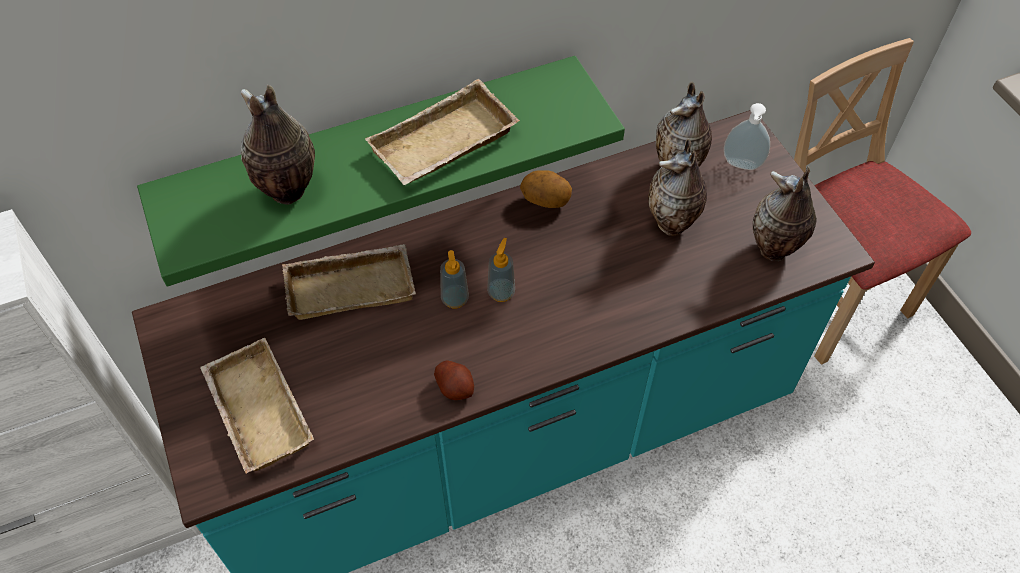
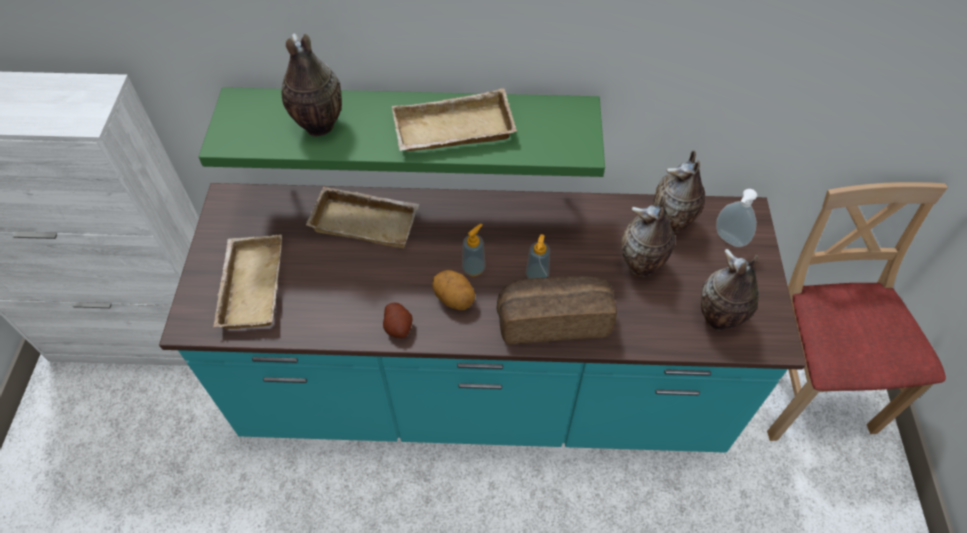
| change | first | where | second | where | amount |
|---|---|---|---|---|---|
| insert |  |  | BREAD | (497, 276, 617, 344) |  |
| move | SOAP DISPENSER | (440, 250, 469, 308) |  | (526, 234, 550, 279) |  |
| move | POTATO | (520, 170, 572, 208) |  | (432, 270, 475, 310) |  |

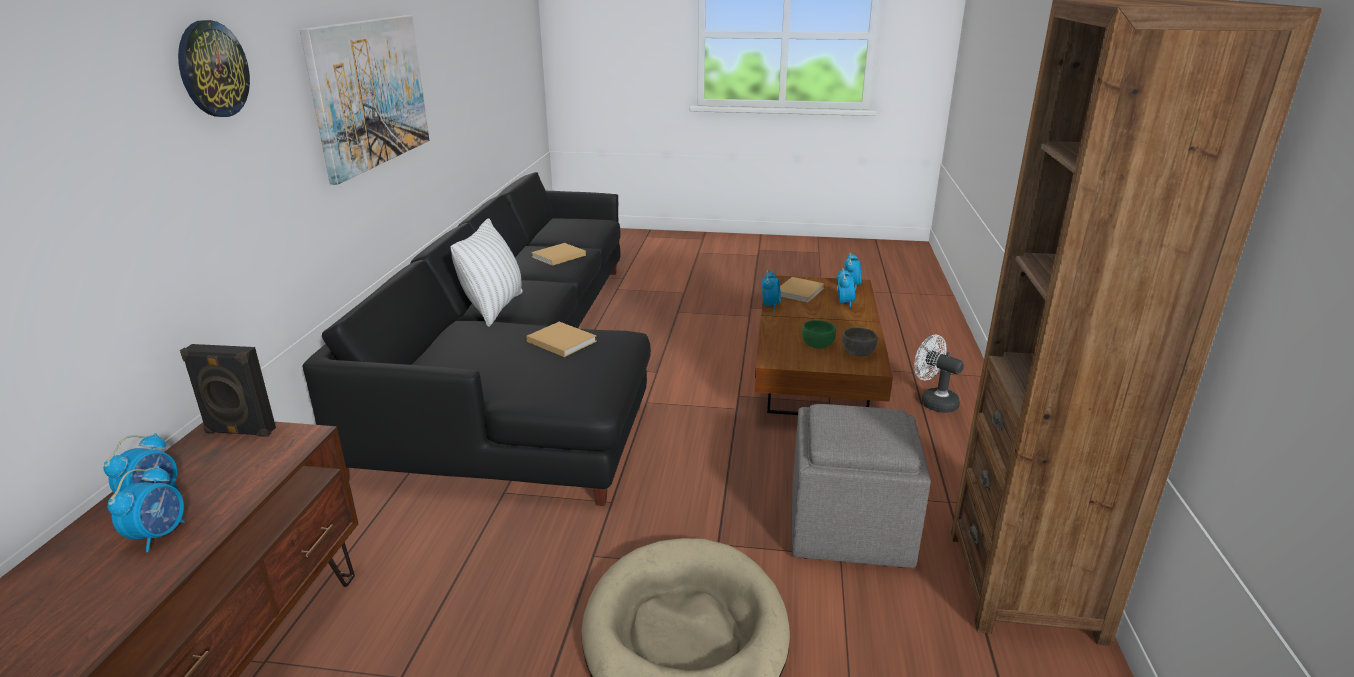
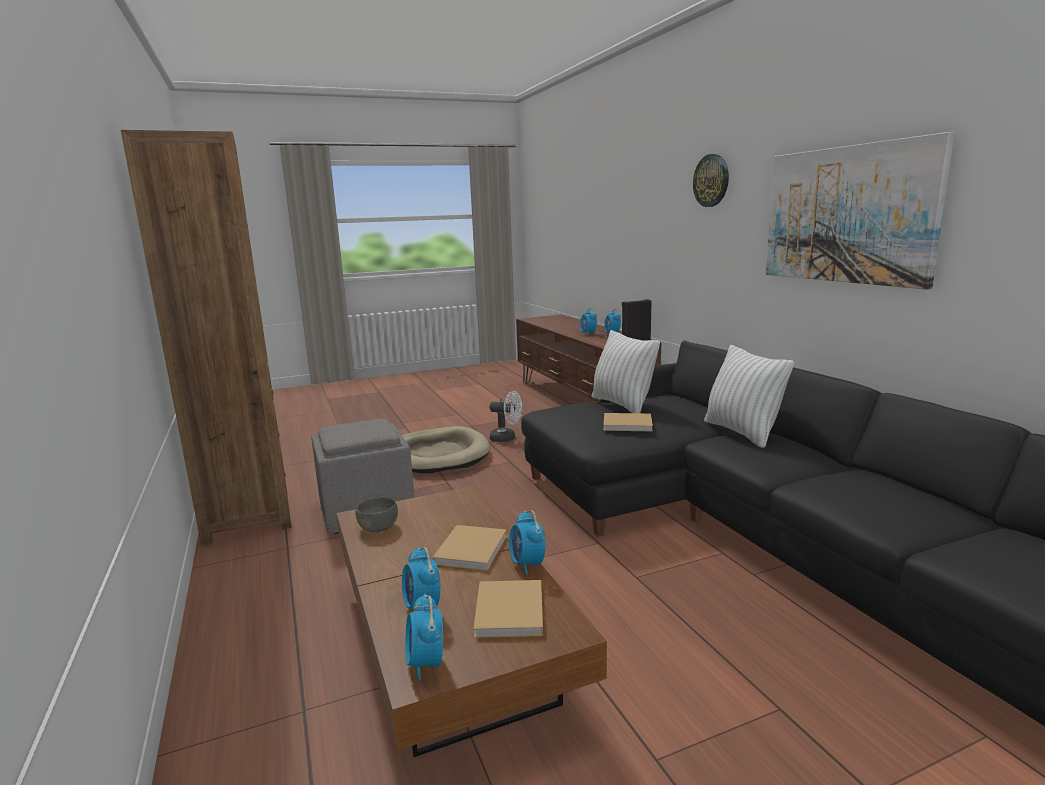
| change | first | where | second | where | amount |
|---|---|---|---|---|---|
| delete | GREEN BOWL | (802, 320, 836, 349) |  |  |  |
| insert |  |  | WHITE PILLOW | (592, 330, 660, 413) |  |
| move | BEIGE BOOK | (531, 243, 586, 266) |  | (433, 525, 507, 571) |  |
| move | WHITE FAN | (914, 335, 964, 413) |  | (489, 391, 522, 442) |  |

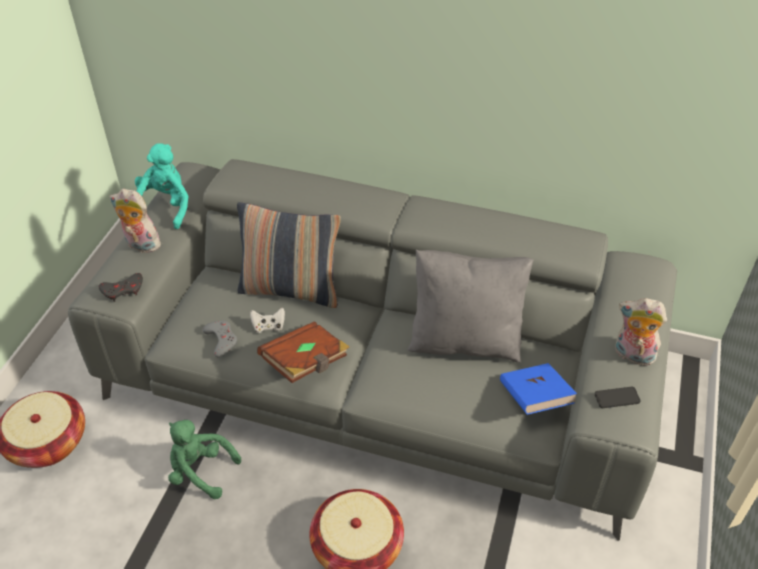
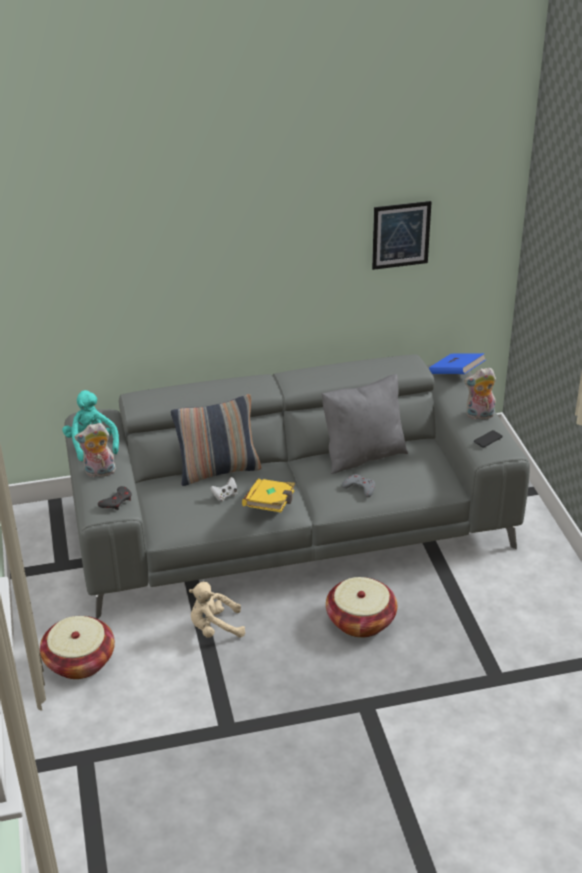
| change | first | where | second | where | amount |
|---|---|---|---|---|---|
| insert |  |  | PICTURE | (372, 201, 432, 270) |  |
| move | GREY GAME CONTROLLER | (202, 320, 237, 357) |  | (342, 474, 375, 497) |  |
| move | BLUE BOOK | (500, 363, 577, 415) |  | (429, 353, 486, 374) |  |
| recolor | GREEN PLUSH TOY | (168, 420, 241, 499) | BEIGE PLUSH TOY | (189, 582, 245, 638) |  |
| recolor | BROWN BOOK | (257, 321, 349, 383) | YELLOW BOOK | (242, 479, 296, 512) |  |

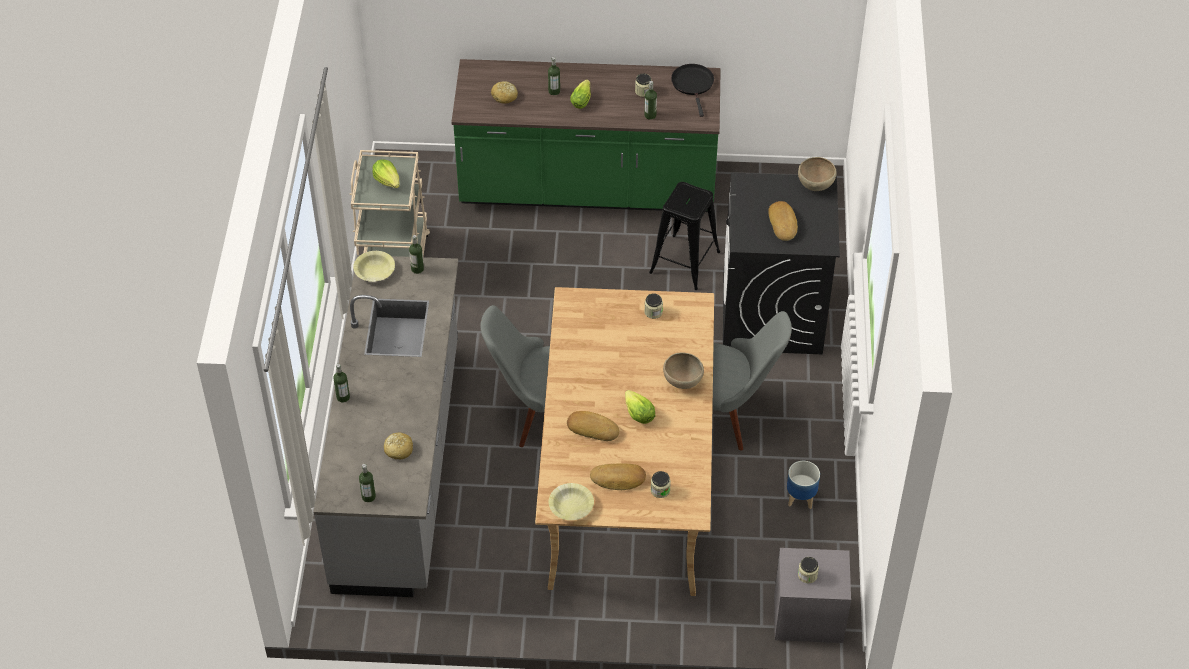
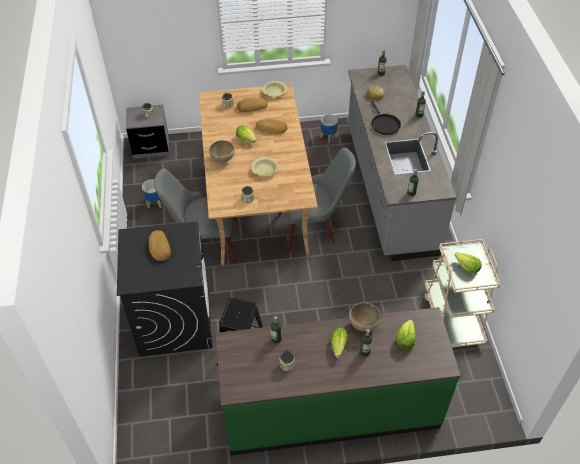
| change | first | where | second | where | amount |
|---|---|---|---|---|---|
| insert |  |  | PLANTER | (320, 114, 338, 143) |  |
| move | YELLOW BOWL | (353, 251, 395, 282) |  | (251, 157, 278, 176) |  |
| move | BLACK FRYING PAN | (671, 64, 714, 117) |  | (371, 101, 401, 135) |  |
| move | BROWN BOWL | (798, 157, 836, 191) |  | (349, 302, 381, 332) |  |
| replace | BREAD | (491, 81, 518, 104) | LETTUCE | (395, 320, 416, 349) |  |

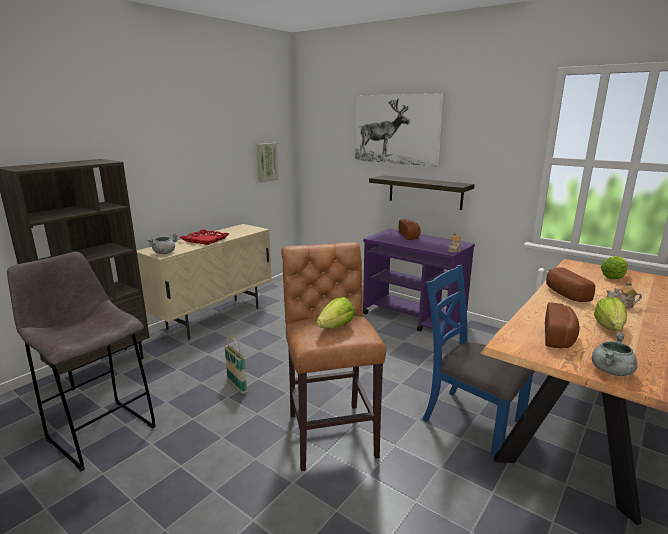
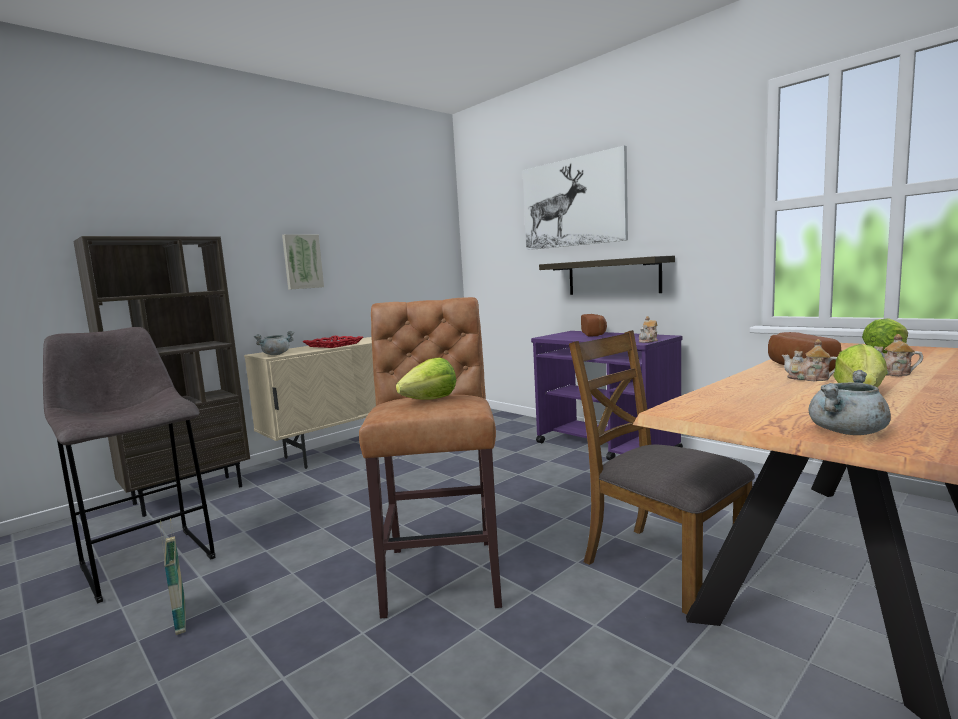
| change | first | where | second | where | amount |
|---|---|---|---|---|---|
| delete | BREAD | (545, 302, 580, 348) |  |  |  |
| insert |  |  | TEAPOT | (782, 339, 837, 381) |  |
| move | BASKET | (224, 335, 247, 394) |  | (160, 518, 186, 635) |  |
| move | PICTURE | (257, 143, 279, 183) |  | (282, 234, 324, 290) |  |
| recolor | BLUE CHAIR | (422, 265, 535, 456) | BROWN CHAIR | (569, 330, 755, 614) |  |

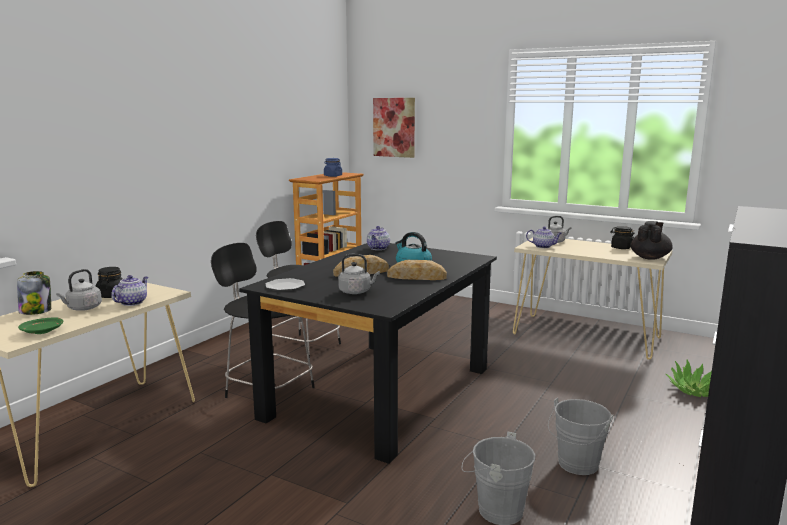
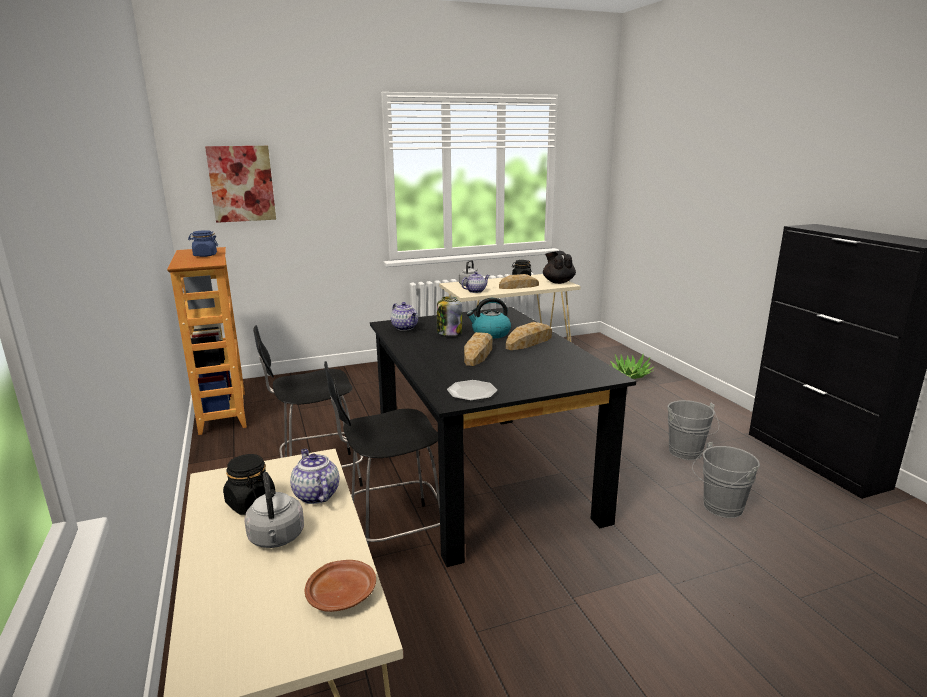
| change | first | where | second | where | amount |
|---|---|---|---|---|---|
| delete | GREY KETTLE | (338, 254, 380, 294) |  |  |  |
| insert |  |  | BREAD | (499, 274, 539, 289) |  |
| move | JAR | (17, 271, 51, 315) |  | (437, 296, 462, 336) |  |
| recolor | GREEN PLATE | (18, 317, 63, 334) | BROWN PLATE | (304, 560, 376, 612) |  |

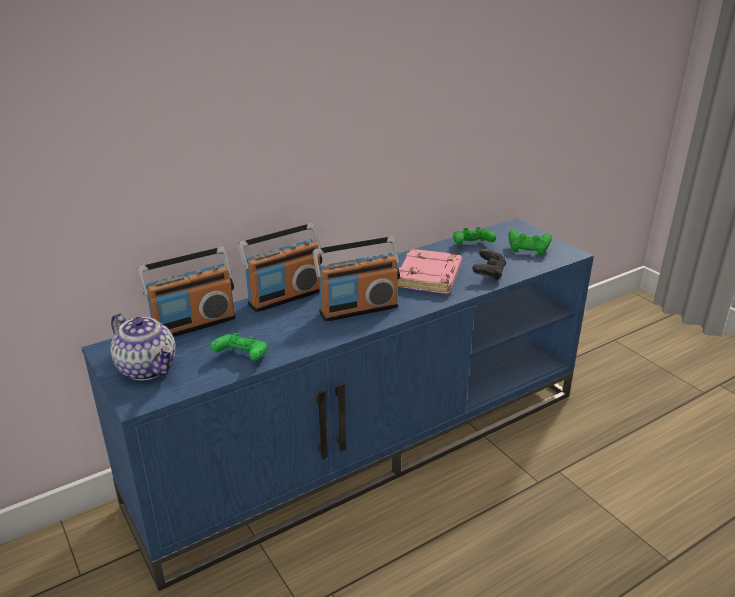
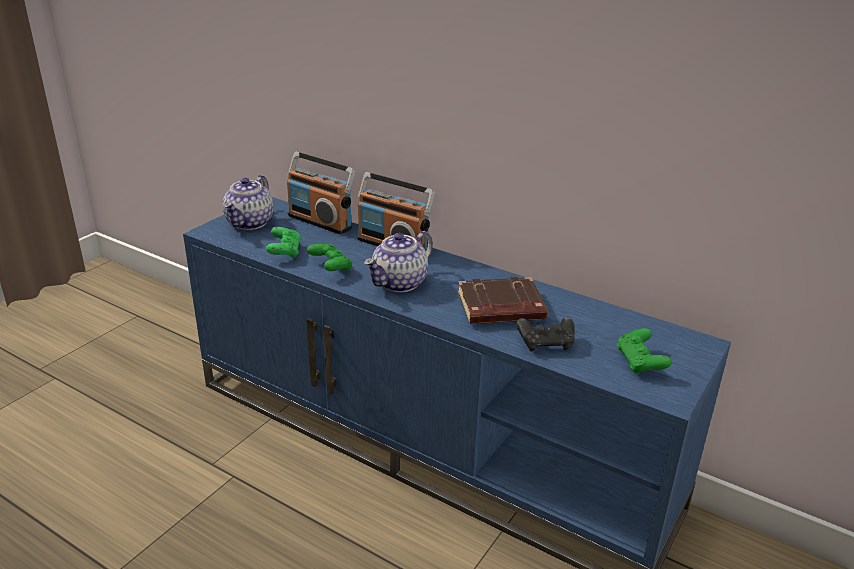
| change | first | where | second | where | amount |
|---|---|---|---|---|---|
| move | GREEN GAME CONTROLLER | (453, 227, 496, 245) |  | (307, 244, 352, 272) |  |
| replace | RADIO | (313, 236, 400, 322) | TEAPOT | (364, 231, 433, 292) |  |
| recolor | PINK BOOK | (397, 248, 462, 294) | BROWN BOOK | (458, 277, 547, 324) |  |

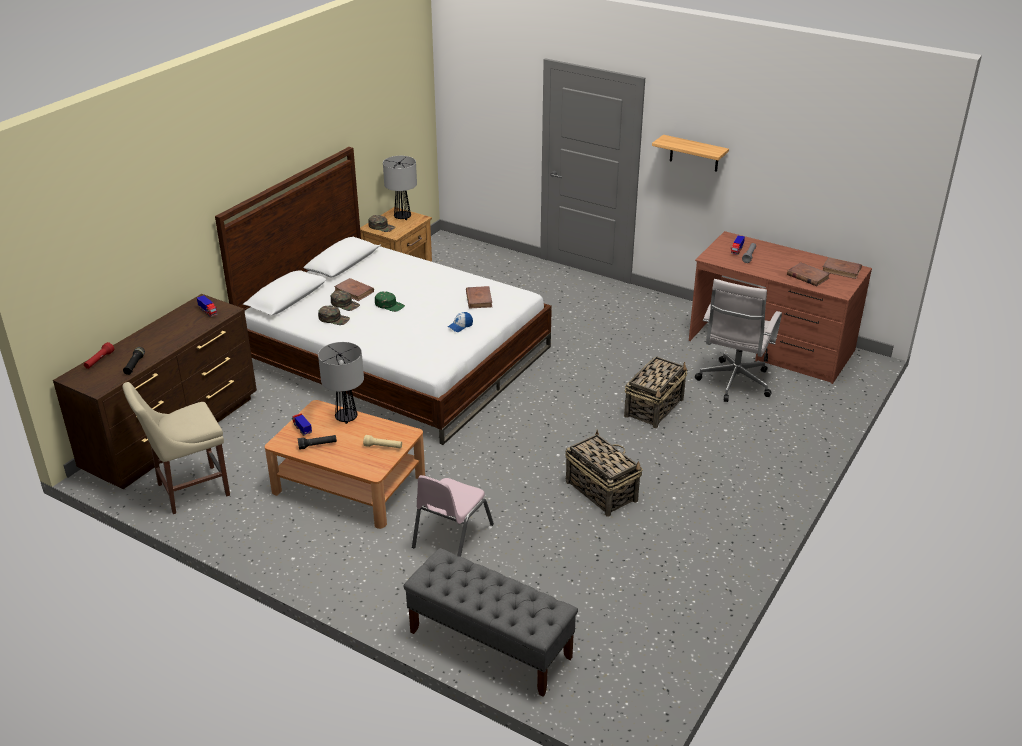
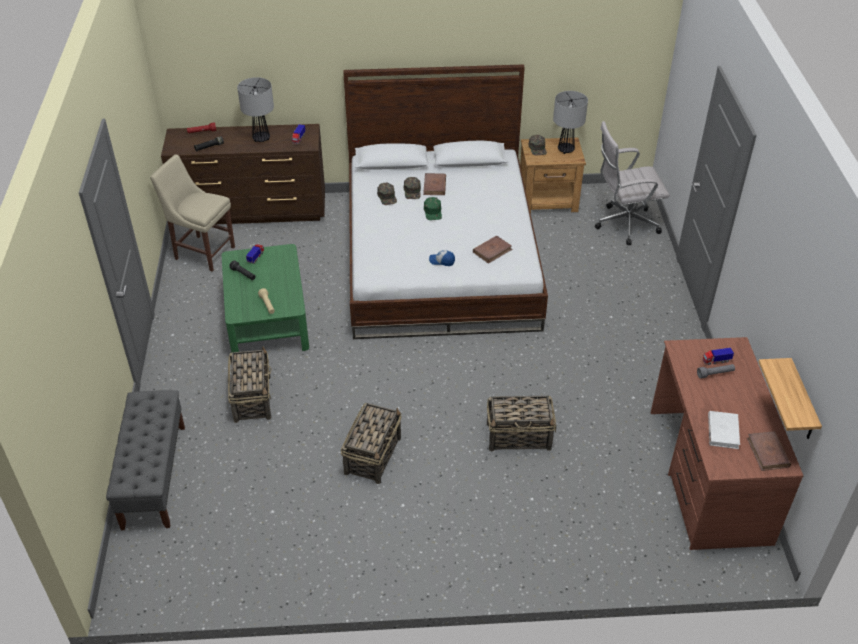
| change | first | where | second | where | amount |
|---|---|---|---|---|---|
| move | TABLE LAMP | (318, 342, 364, 424) |  | (237, 77, 274, 142) |  |
| move | SHELF | (652, 135, 729, 172) |  | (759, 358, 822, 439) |  |
| move | WHITE OFFICE CHAIR | (695, 279, 782, 402) |  | (595, 121, 670, 245) |  |
| replace | PINK CHAIR | (412, 475, 494, 557) | BASKET | (228, 346, 272, 423) |  |
| recolor | BROWN COFFEE TABLE | (265, 400, 425, 529) | GREEN COFFEE TABLE | (222, 244, 309, 353) |  |
| recolor | BROWN BOOK | (787, 262, 830, 286) | WHITE BOOK | (708, 411, 740, 449) |  |

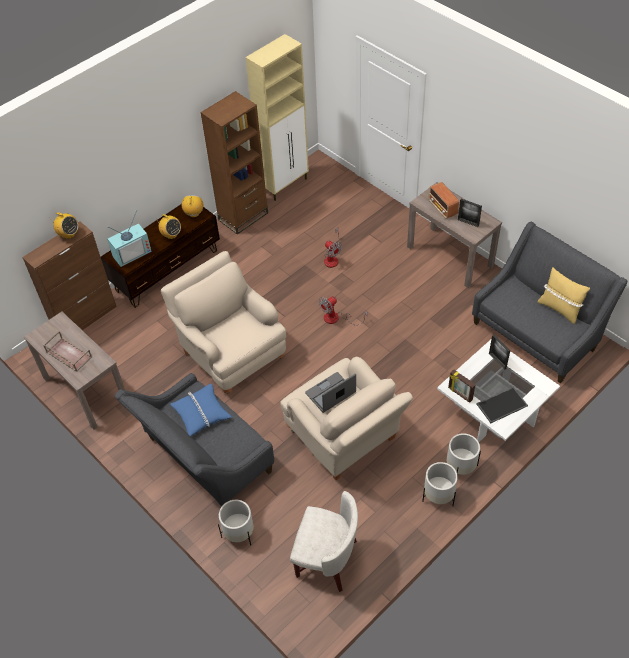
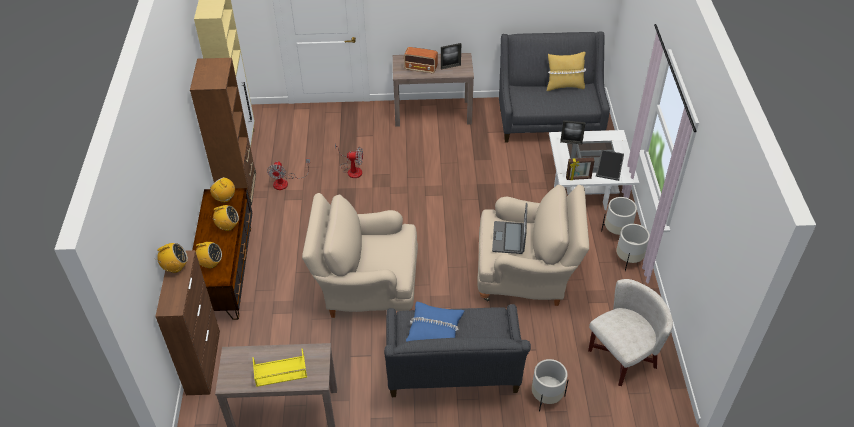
| change | first | where | second | where | amount |
|---|---|---|---|---|---|
| move | FAN | (319, 296, 368, 325) |  | (267, 159, 310, 190) |  |
| replace | TELEVISION | (107, 210, 152, 267) | RADIO | (196, 242, 222, 268) |  |
| recolor | BROWN TRAY | (43, 331, 92, 372) | YELLOW TRAY | (252, 348, 307, 387) |  |

